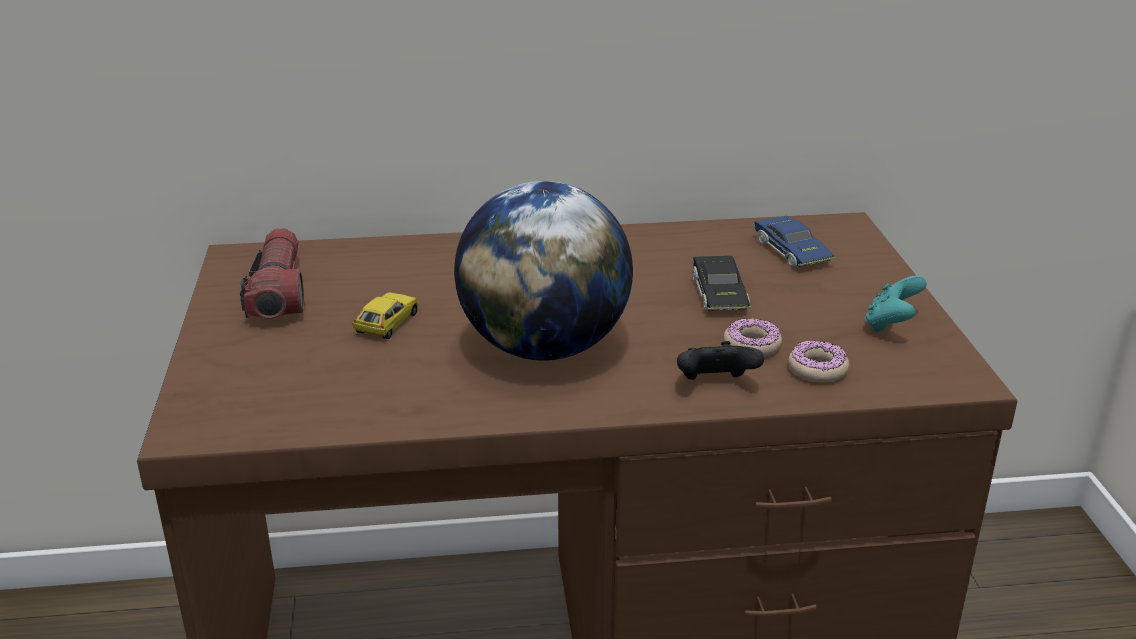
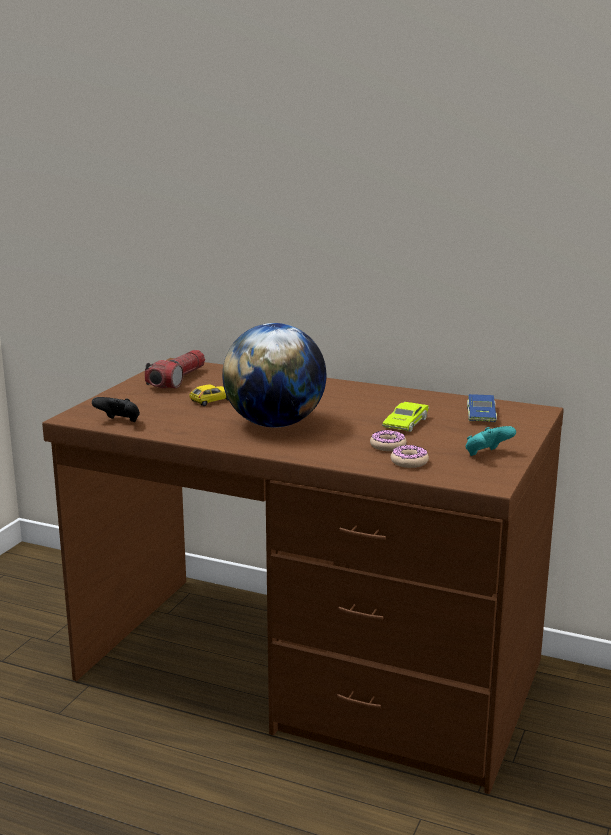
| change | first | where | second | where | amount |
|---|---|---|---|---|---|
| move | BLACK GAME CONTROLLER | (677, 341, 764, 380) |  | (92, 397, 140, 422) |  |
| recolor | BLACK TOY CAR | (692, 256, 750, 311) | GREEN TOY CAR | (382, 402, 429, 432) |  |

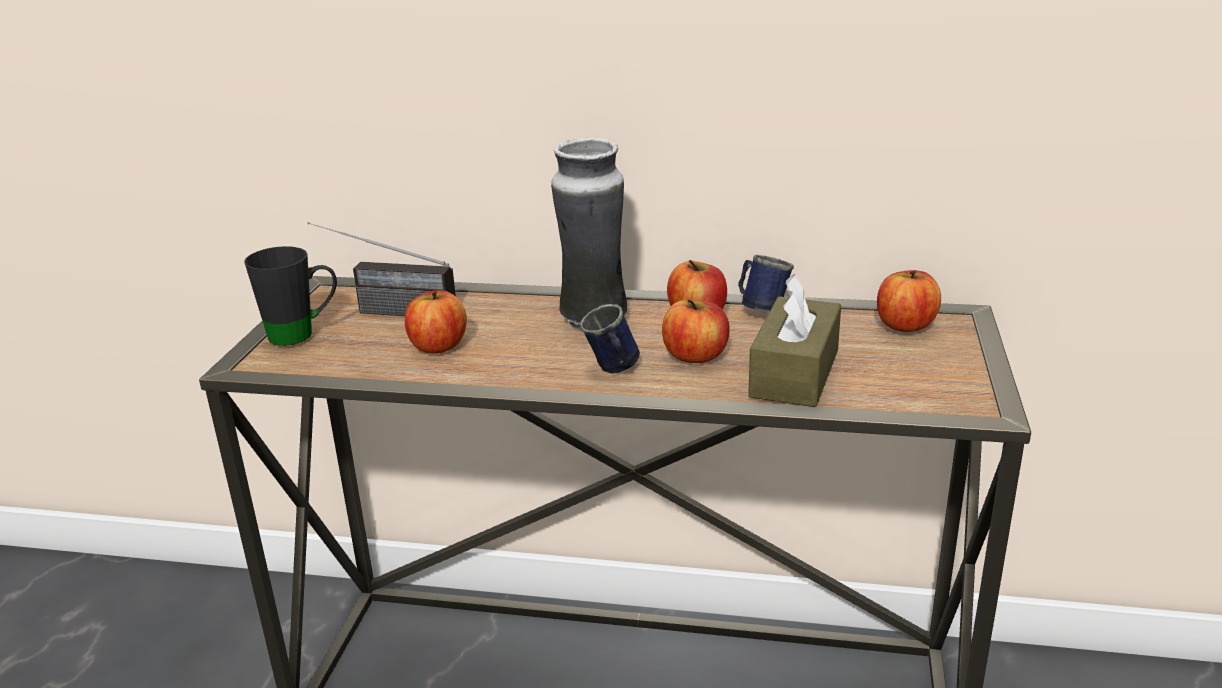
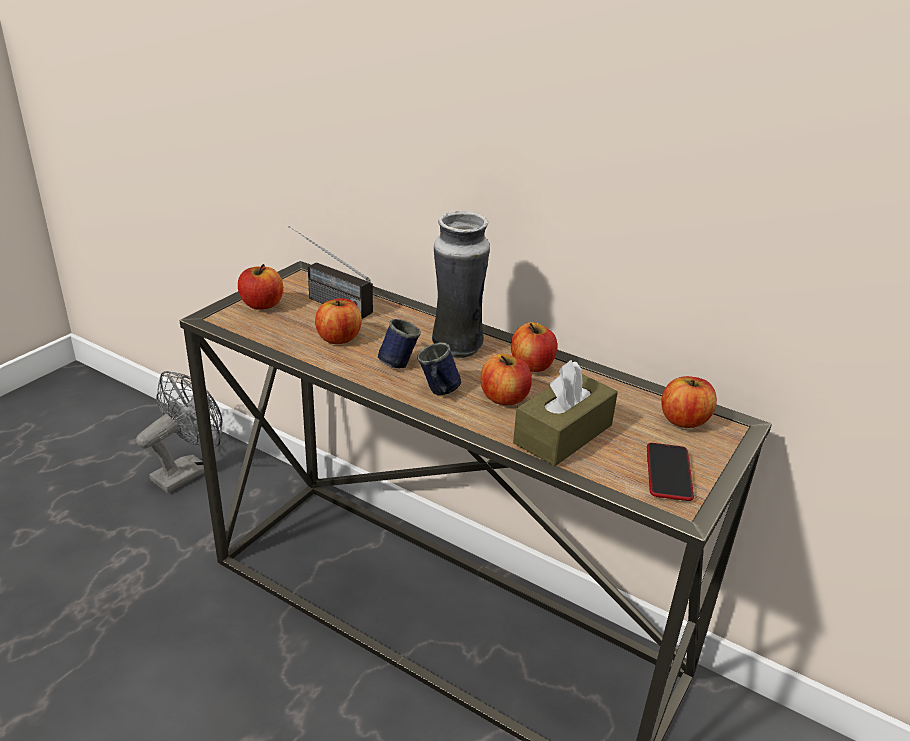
| change | first | where | second | where | amount |
|---|---|---|---|---|---|
| insert |  |  | GREY FAN | (136, 371, 223, 493) |  |
| insert |  |  | PHONE | (647, 443, 694, 501) |  |
| move | BLUE MUG | (738, 255, 794, 313) |  | (378, 319, 421, 368) |  |
| replace | BLACK MUG | (244, 246, 337, 346) | APPLE | (238, 264, 283, 310) |  |

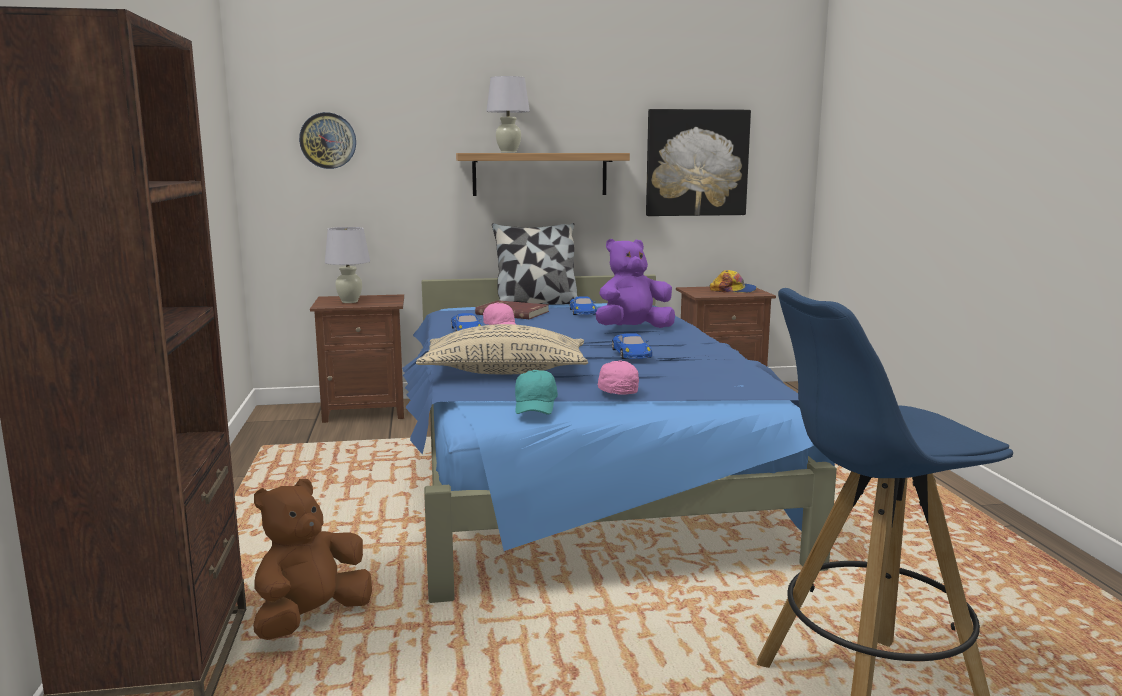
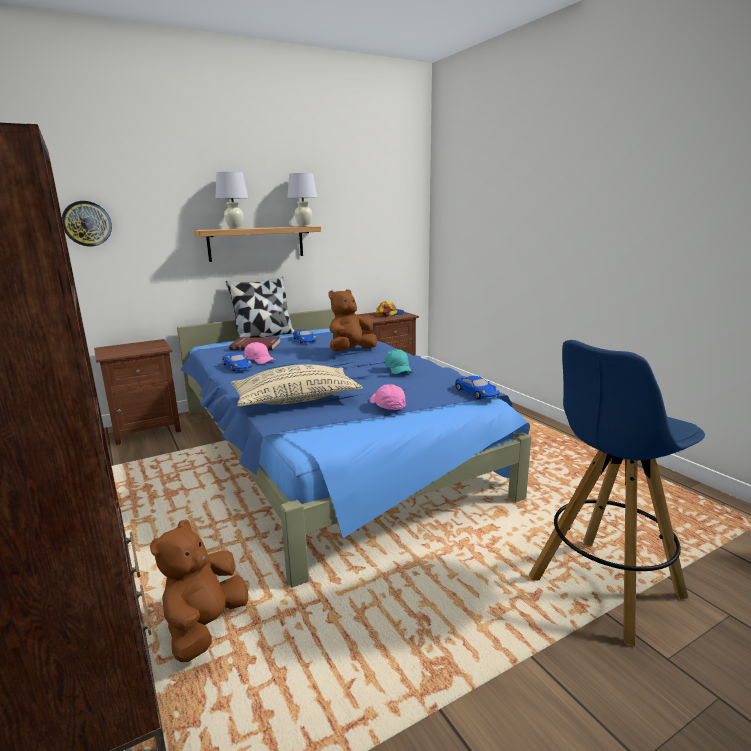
| change | first | where | second | where | amount |
|---|---|---|---|---|---|
| delete | PICTURE | (646, 109, 751, 216) |  |  |  |
| move | WHITE TABLE LAMP | (325, 227, 370, 303) |  | (287, 173, 317, 227) |  |
| move | TURQUOISE CAP | (515, 370, 558, 415) |  | (385, 349, 412, 374) |  |
| move | BLUE TOY CAR | (612, 333, 652, 359) |  | (455, 376, 499, 399) |  |
| recolor | PURPLE PLUSH TOY | (596, 239, 675, 328) | BROWN PLUSH TOY | (328, 289, 377, 351) |  |

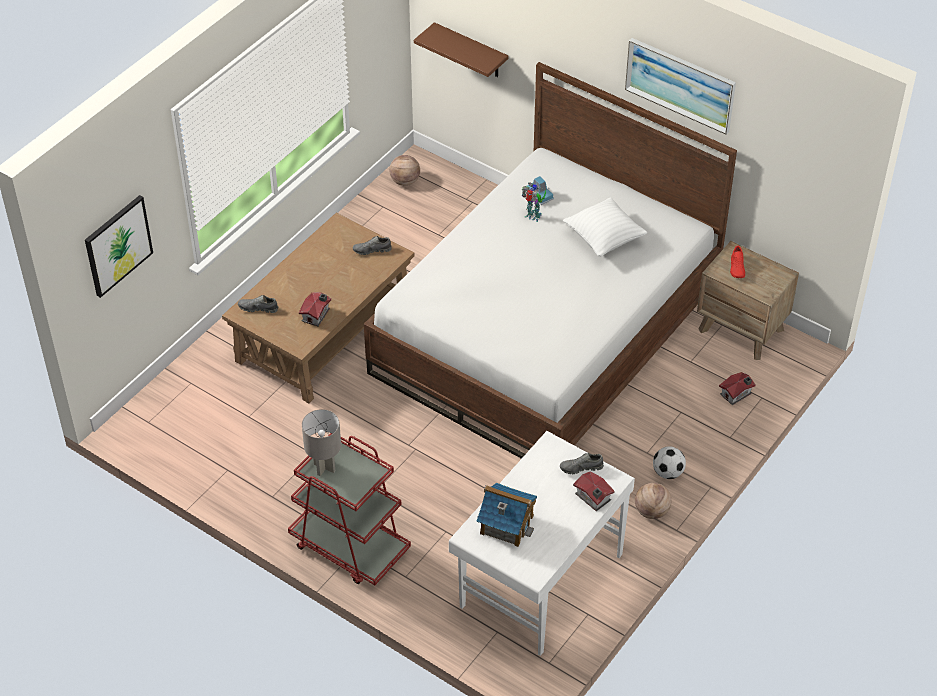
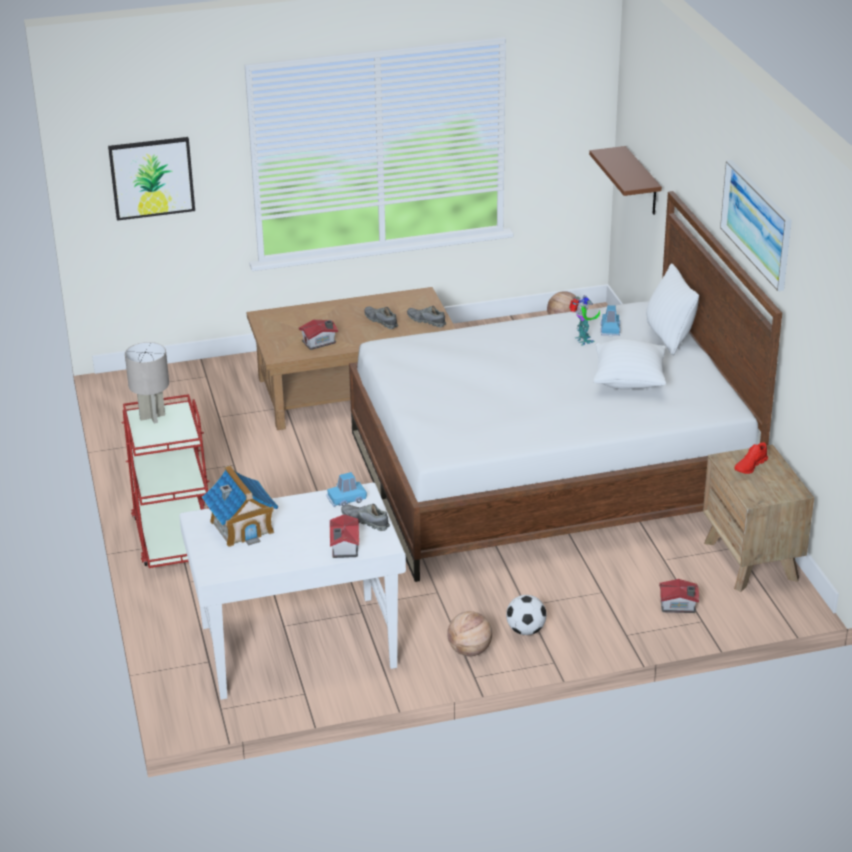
| change | first | where | second | where | amount |
|---|---|---|---|---|---|
| insert |  |  | BLUE TOY CAR | (326, 472, 367, 507) |  |
| insert |  |  | WHITE PILLOW | (646, 263, 699, 355) |  |
| move | GREY SHOE | (238, 295, 279, 313) |  | (364, 306, 398, 329) |  |

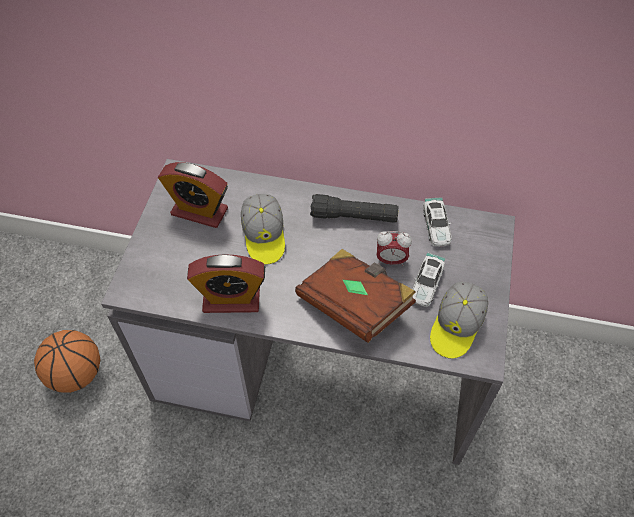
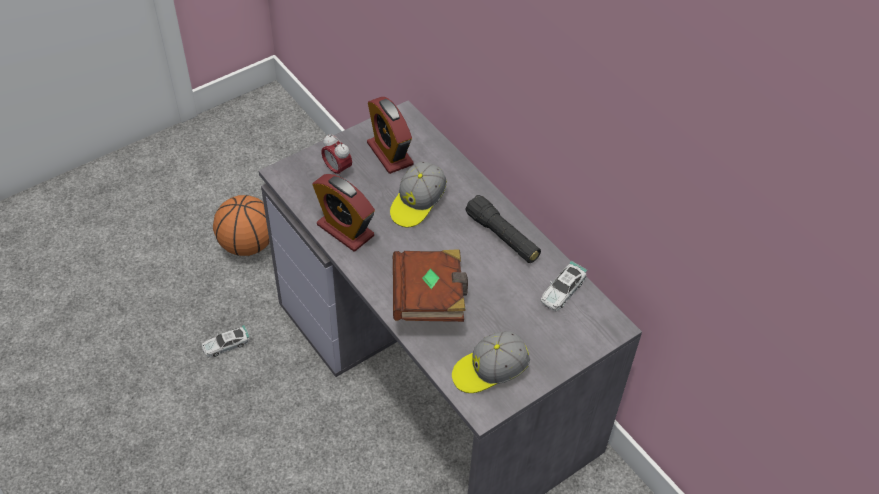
| change | first | where | second | where | amount |
|---|---|---|---|---|---|
| move | ALARM CLOCK | (377, 231, 412, 266) |  | (321, 134, 352, 177) |  |
| move | TOY CAR | (412, 252, 445, 307) |  | (202, 325, 250, 357) |  |

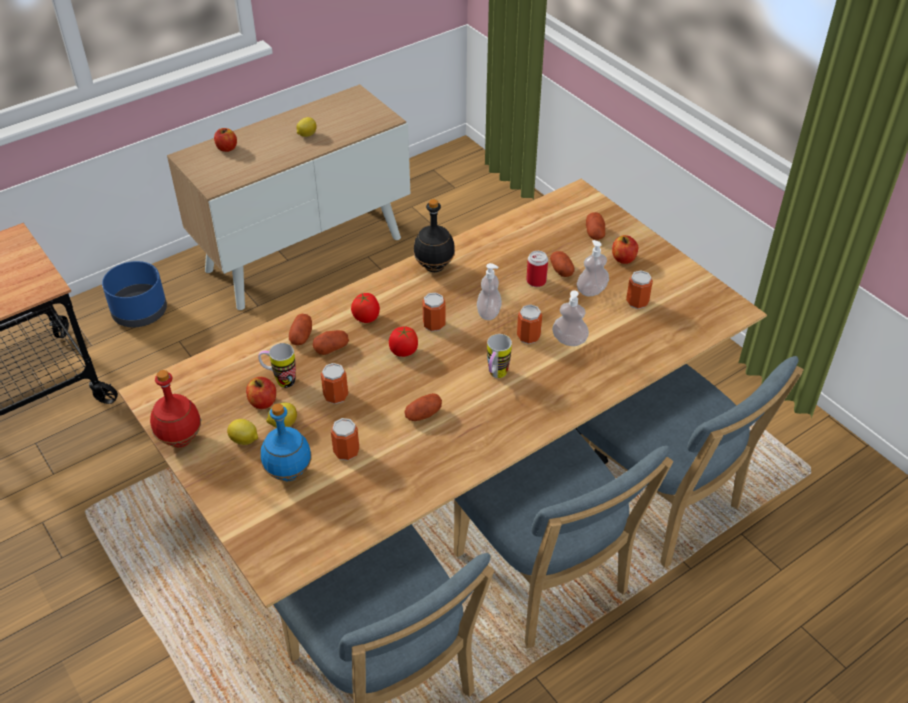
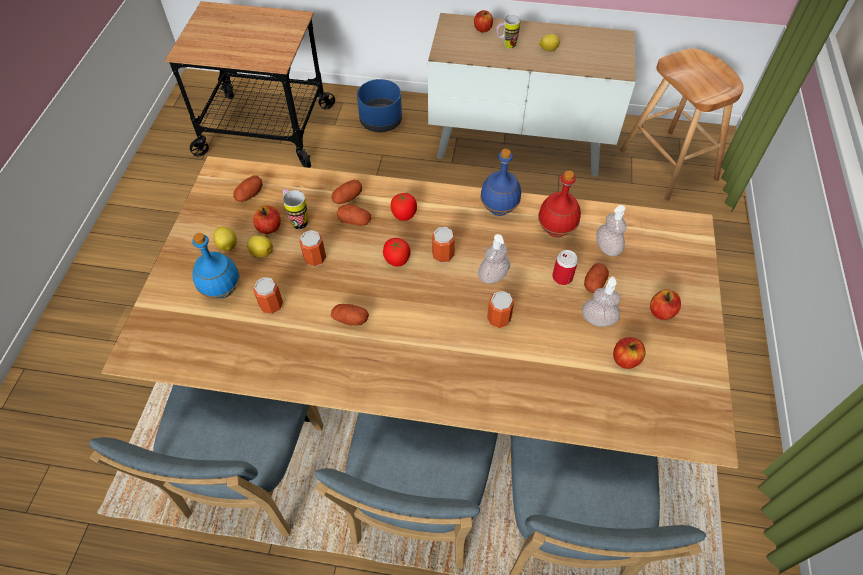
| change | first | where | second | where | amount |
|---|---|---|---|---|---|
| insert |  |  | BROWN STOOL | (620, 49, 744, 201) |  |
| move | RED BOTTLE | (150, 370, 201, 447) |  | (538, 170, 581, 237) |  |
| move | MUG | (487, 334, 512, 378) |  | (496, 15, 521, 48) |  |
| move | SOAP DISPENSER | (552, 290, 589, 346) |  | (596, 205, 626, 256) |  |
| move | POTATO | (586, 212, 605, 240) |  | (233, 176, 263, 202) |  |
| replace | CAN | (626, 270, 653, 309) | APPLE | (613, 337, 646, 369) |  |
| recolor | BLACK BOTTLE | (414, 199, 455, 272) | BLUE BOTTLE | (480, 149, 521, 216) |  |

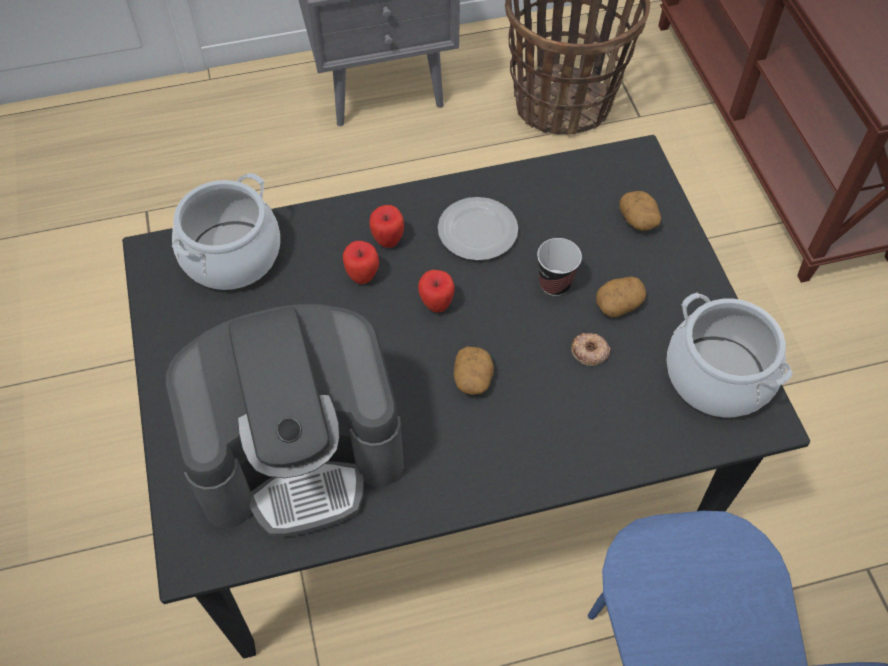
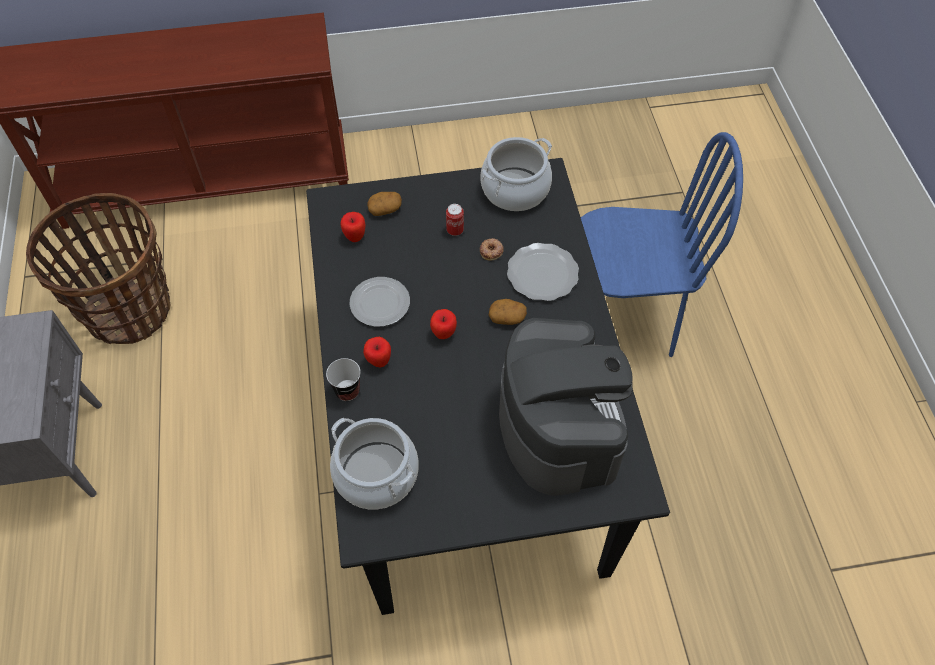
| change | first | where | second | where | amount |
|---|---|---|---|---|---|
| insert |  |  | PLATE | (507, 243, 579, 301) |  |
| move | APPLE | (343, 241, 379, 284) |  | (341, 212, 365, 242) |  |
| move | CUP | (537, 238, 582, 296) |  | (326, 358, 361, 401) |  |
| replace | POTATO | (596, 277, 646, 318) | CAN | (446, 204, 464, 236) |  |

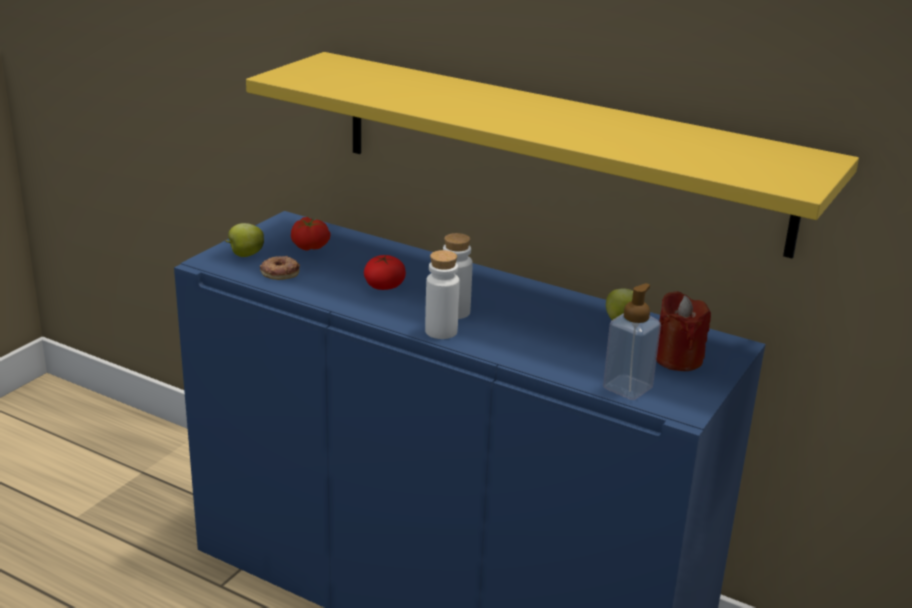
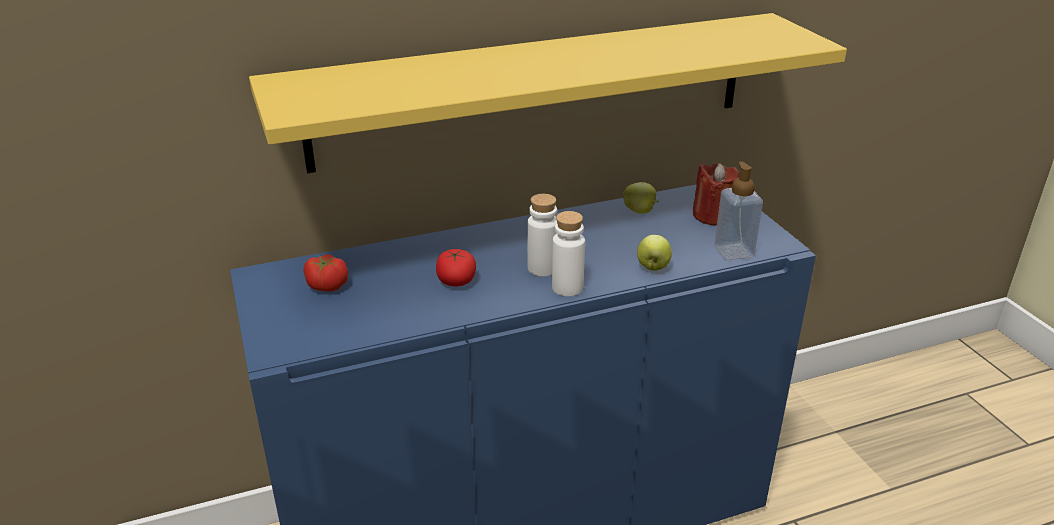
| change | first | where | second | where | amount |
|---|---|---|---|---|---|
| delete | DONUT | (260, 256, 300, 280) |  |  |  |
| move | APPLE | (225, 223, 264, 257) |  | (637, 235, 672, 271) |  |

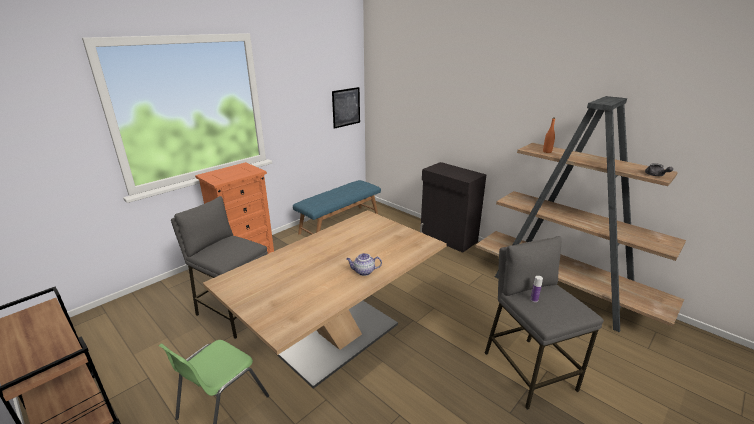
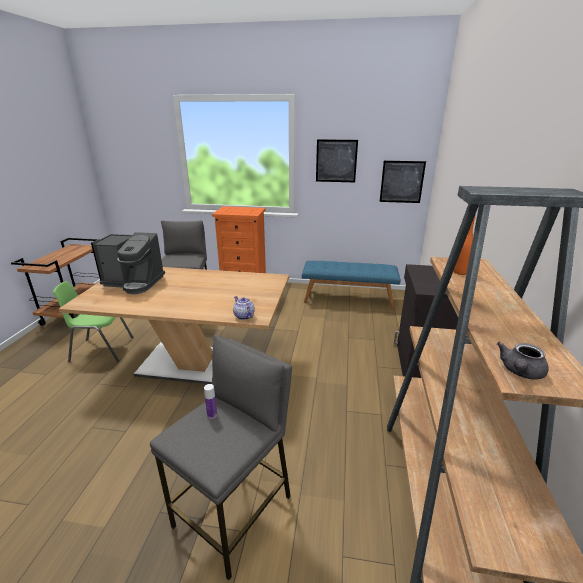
| change | first | where | second | where | amount |
|---|---|---|---|---|---|
| insert |  |  | COFFEE MACHINE | (92, 232, 165, 294) |  |
| insert |  |  | PICTURE | (316, 139, 358, 182) |  |
| move | TEAPOT | (346, 253, 382, 276) |  | (233, 296, 255, 320) |  |

